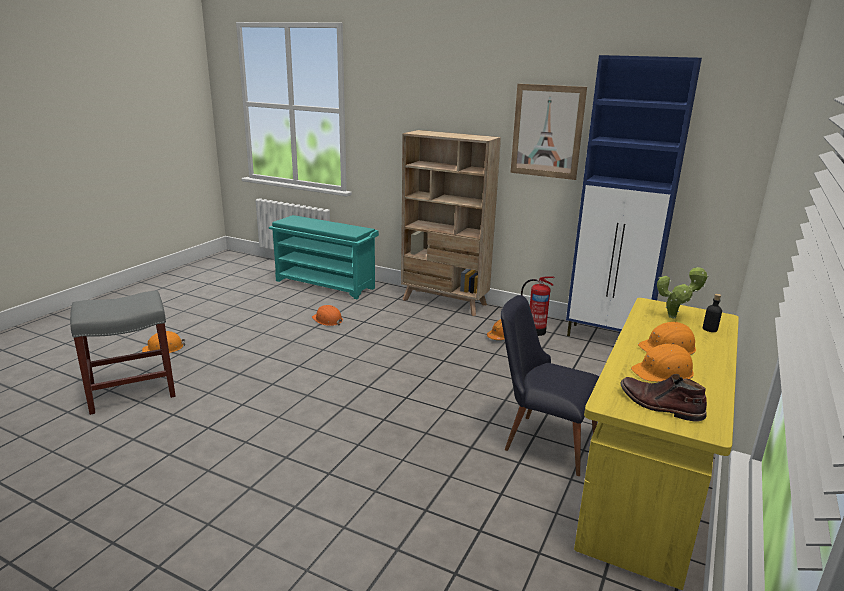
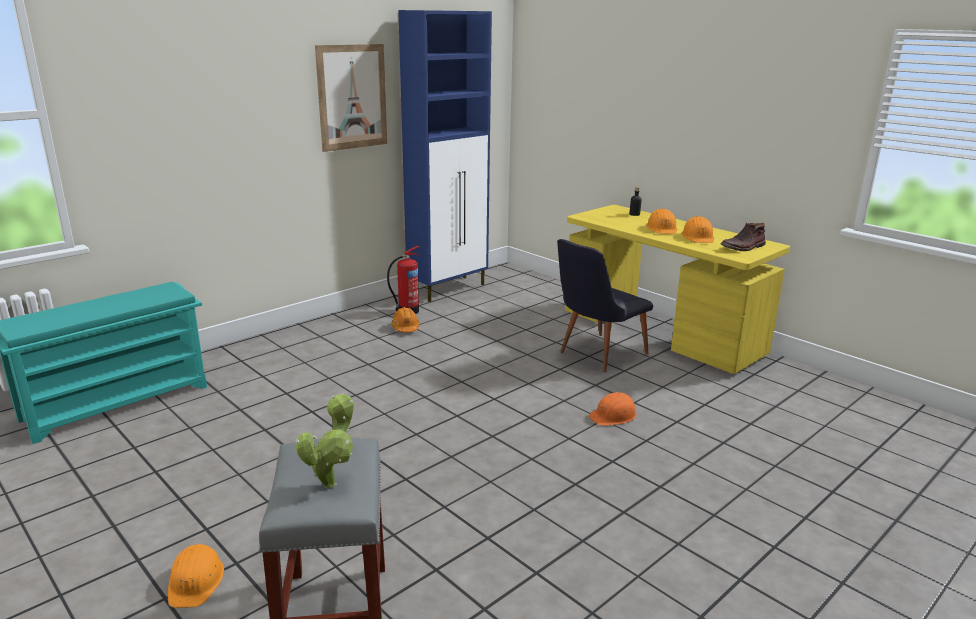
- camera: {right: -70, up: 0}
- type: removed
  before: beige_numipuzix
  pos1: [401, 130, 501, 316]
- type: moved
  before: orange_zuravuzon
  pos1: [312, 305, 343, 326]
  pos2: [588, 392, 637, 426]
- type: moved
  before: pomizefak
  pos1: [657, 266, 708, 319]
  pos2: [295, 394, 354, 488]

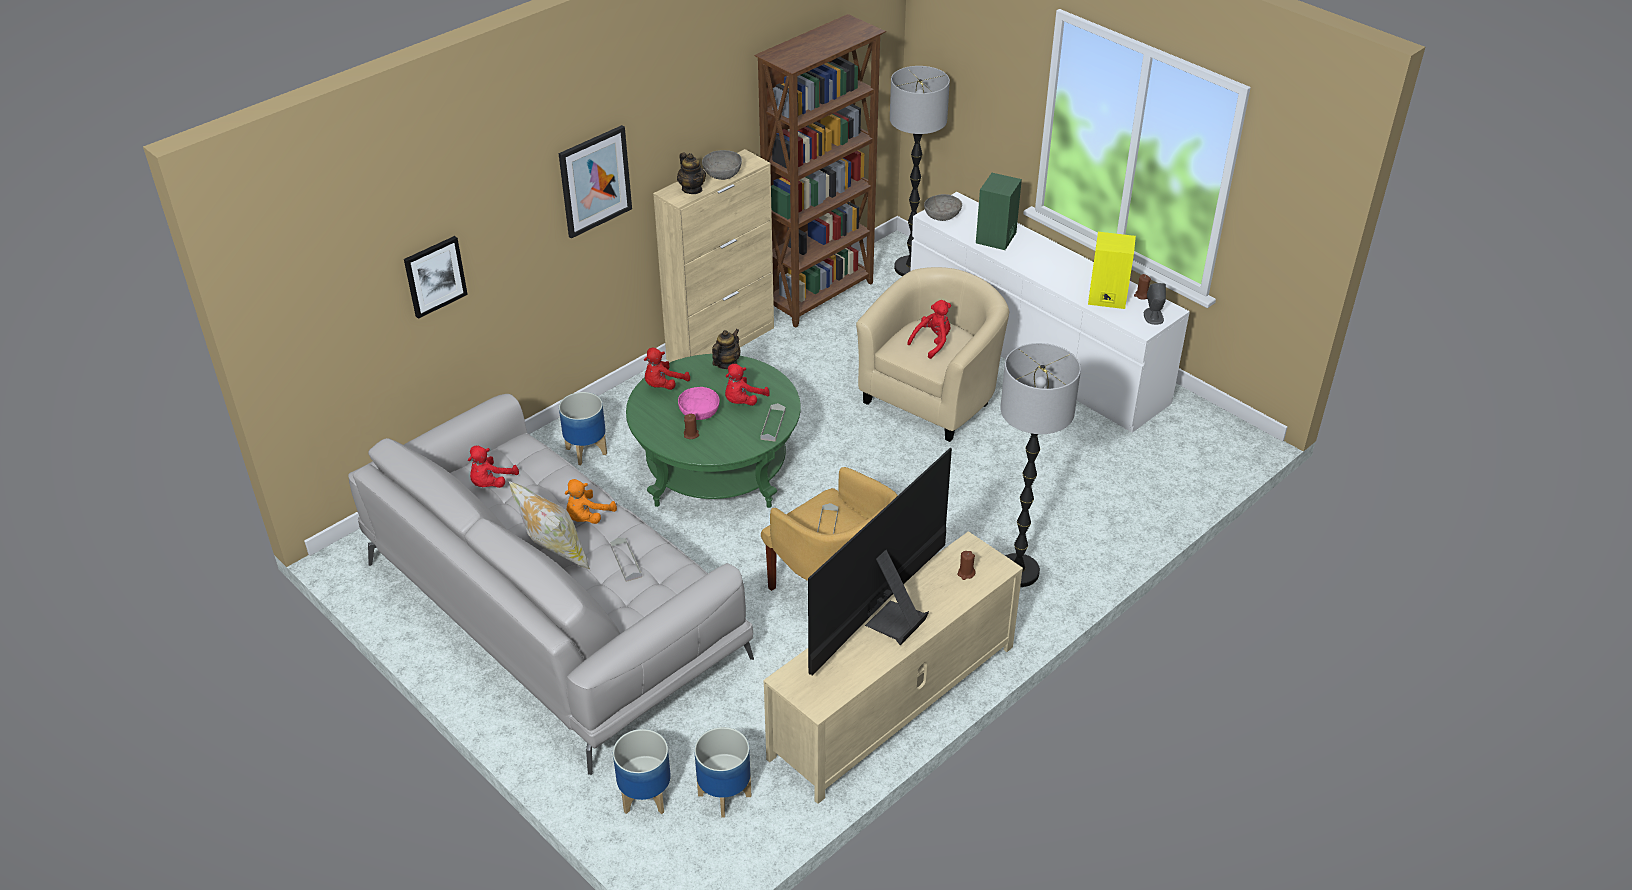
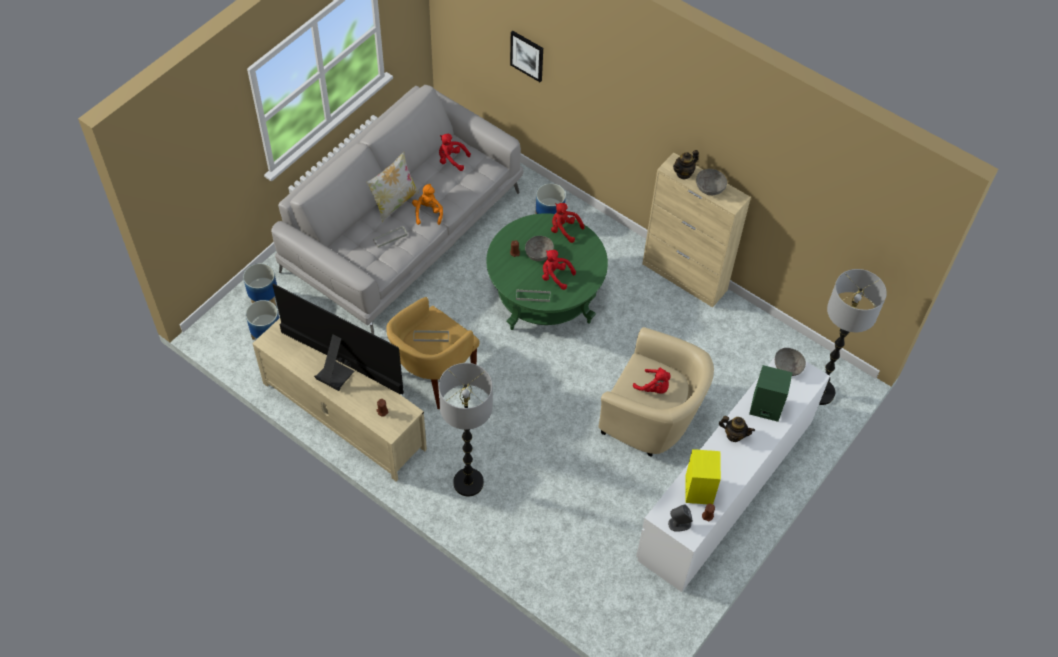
- camera: {right: 80, up: 15}
- type: removed
  before: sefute
  pos1: [559, 125, 632, 238]
- type: removed
  before: brown_numipuzix
  pos1: [754, 14, 886, 328]
- type: moved
  before: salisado
  pos1: [712, 329, 741, 369]
  pos2: [719, 416, 755, 442]
- type: recoloured
  before: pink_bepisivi
  after: grey_bepisivi
  pos1: [678, 387, 720, 420]
  pos2: [525, 236, 554, 261]
- type: turned
  before: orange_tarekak
  pos1: [564, 479, 617, 524]
  pos2: [412, 184, 443, 225]
  turn: 60

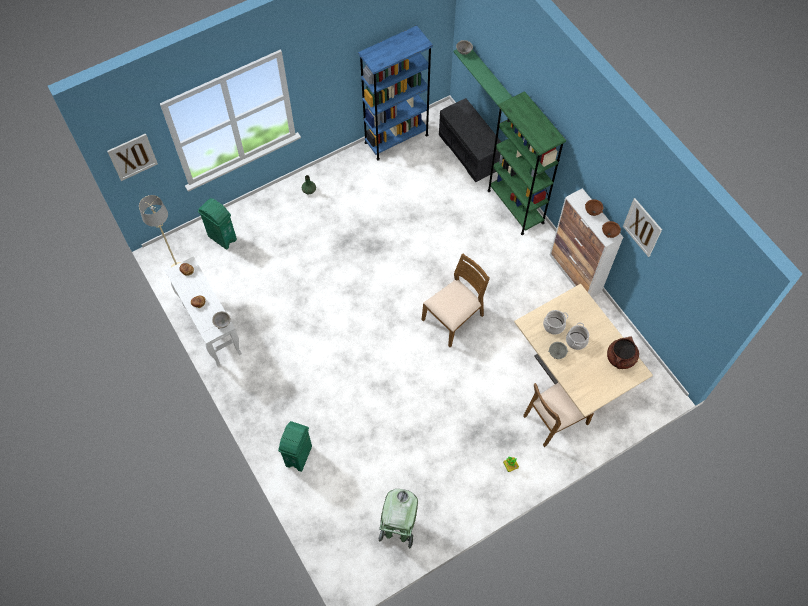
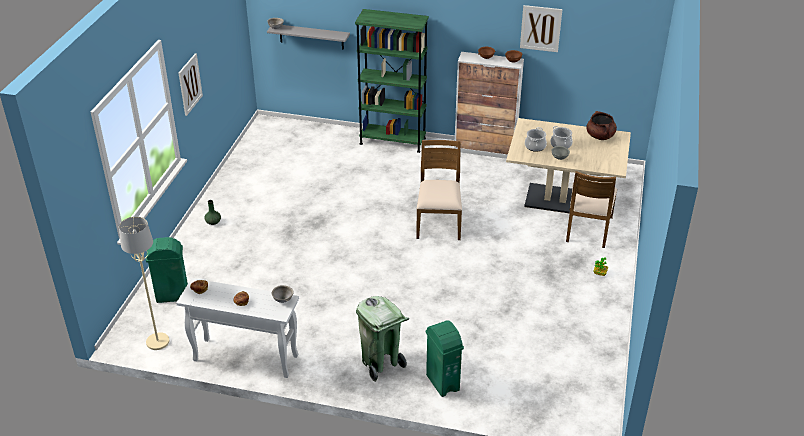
- camera: {right: -45, up: -25}
- type: removed
  before: blue_numipuzix
  pos1: [358, 25, 433, 161]
- type: removed
  before: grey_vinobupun
  pos1: [439, 98, 501, 182]
- type: moved
  before: sefute
  pos1: [107, 133, 158, 181]
  pos2: [179, 53, 203, 116]
- type: moved
  before: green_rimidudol
  pos1: [379, 489, 418, 548]
  pos2: [356, 296, 409, 382]
- type: recoloured
  before: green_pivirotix
  after: grey_pivirotix
  pos1: [454, 49, 512, 105]
  pos2: [267, 25, 350, 50]

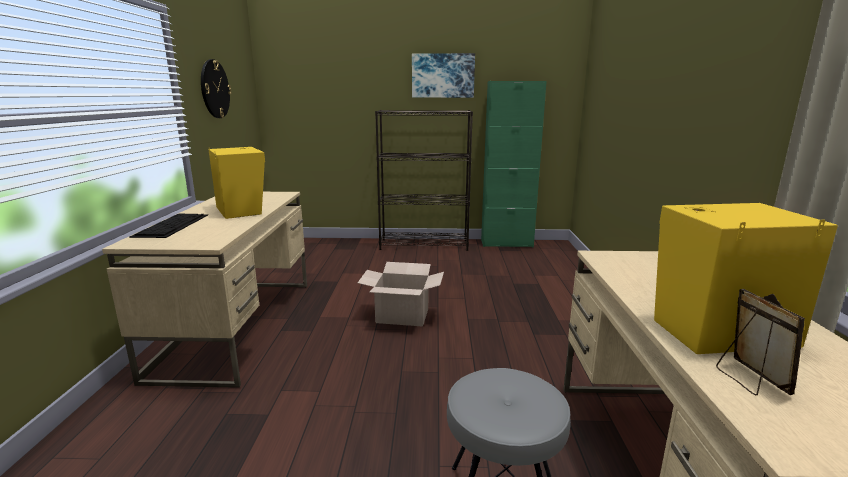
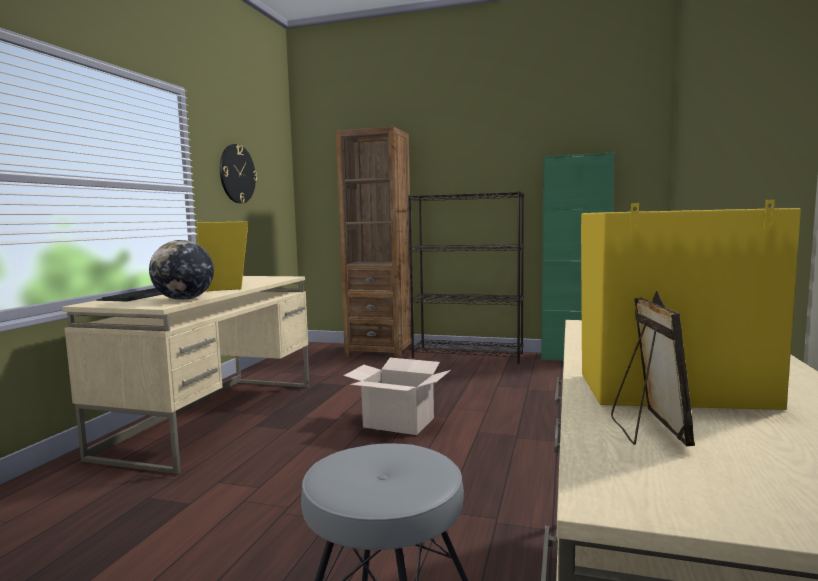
- camera: {right: 15, up: -10}
- type: removed
  before: sefute
  pos1: [412, 53, 475, 98]
- type: added
  after: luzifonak
  pos2: [149, 240, 214, 300]
- type: added
  after: brown_numipuzix
  pos2: [336, 126, 412, 358]

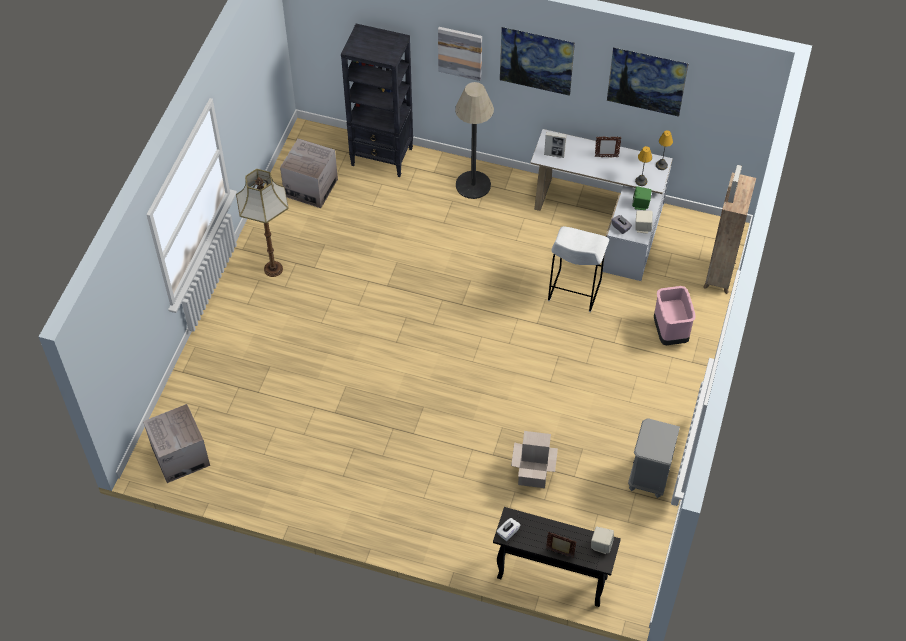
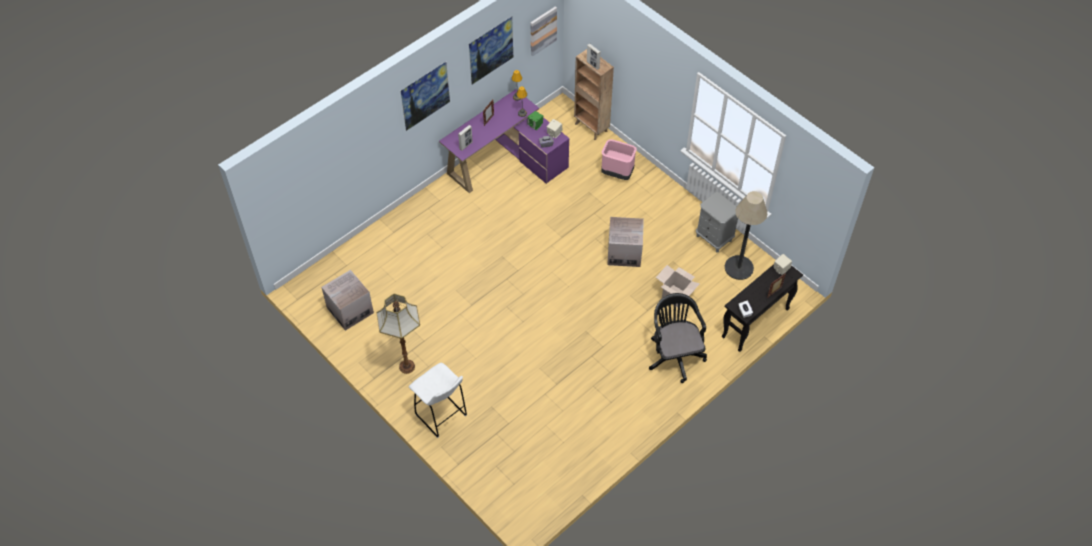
- camera: {right: -60, up: 0}
- type: removed
  before: black_numipuzix
  pos1: [341, 24, 413, 177]
- type: added
  after: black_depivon
  pos2: [649, 293, 707, 383]
- type: moved
  before: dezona
  pos1: [143, 404, 210, 483]
  pos2: [607, 217, 644, 267]
- type: moved
  before: sefute
  pos1: [438, 27, 482, 81]
  pos2: [531, 6, 557, 56]
- type: moved
  before: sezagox
  pos1: [455, 82, 494, 199]
  pos2: [725, 191, 768, 280]
- type: moved
  before: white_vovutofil
  pos1: [548, 226, 609, 312]
  pos2: [409, 363, 467, 438]
- type: recoloured
  before: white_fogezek
  after: purple_fogezek
  pos1: [530, 129, 673, 281]
  pos2: [439, 89, 570, 193]

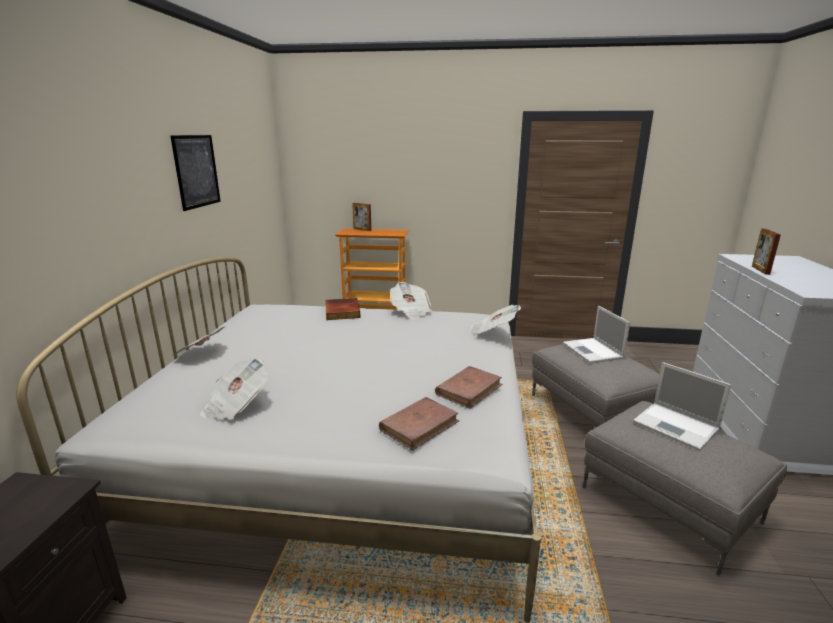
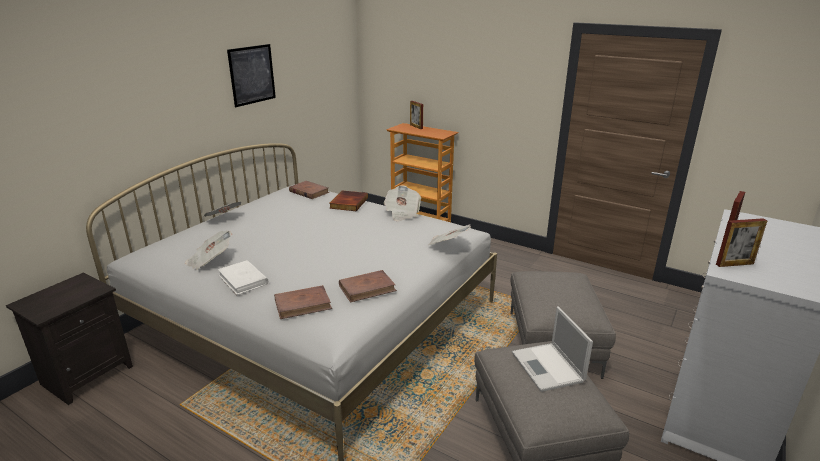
- camera: {right: 25, up: 5}
- type: removed
  before: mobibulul
  pos1: [563, 306, 630, 363]
- type: added
  after: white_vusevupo
  pos2: [218, 260, 268, 295]
- type: added
  after: brown_vusevupo
  pos2: [289, 181, 329, 199]
- type: added
  after: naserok
  pos2: [716, 218, 767, 267]

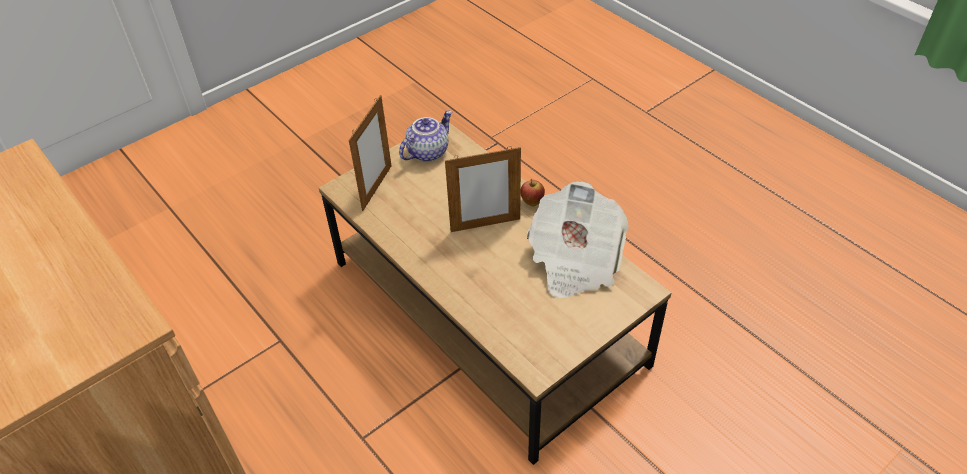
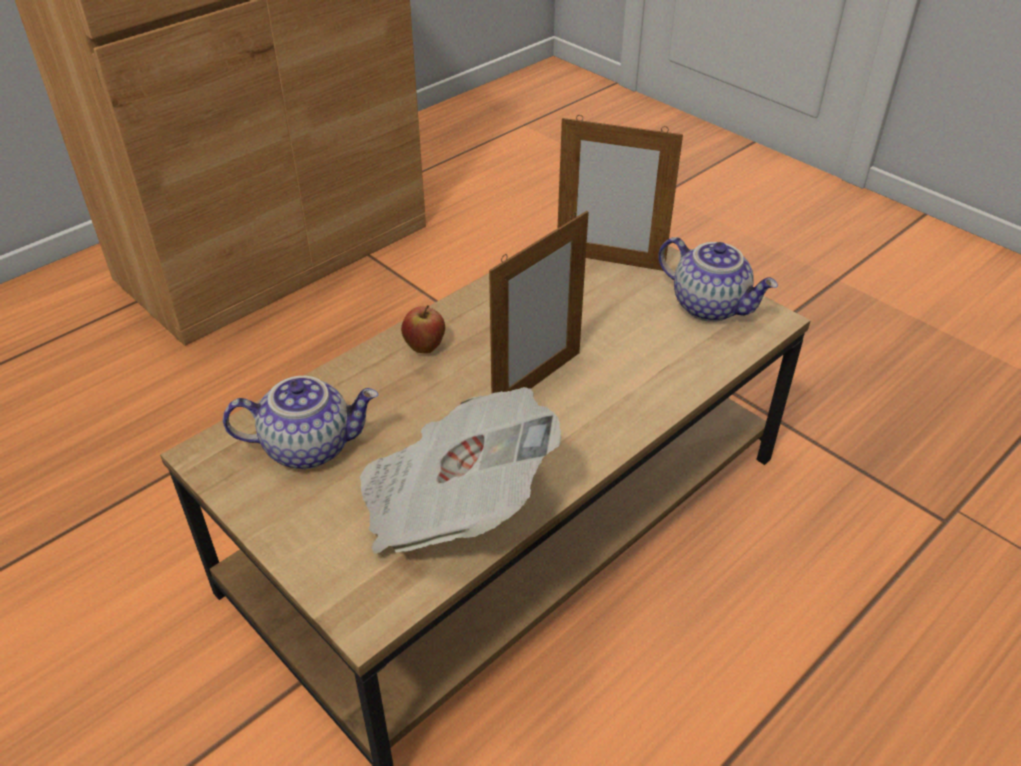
- camera: {right: 85, up: -5}
- type: added
  after: salisado
  pos2: [223, 376, 379, 469]
- type: moved
  before: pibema
  pos1: [521, 179, 545, 206]
  pos2: [401, 305, 445, 353]
- type: turned
  before: naserok
  pos1: [445, 146, 521, 232]
  pos2: [489, 211, 589, 394]
  turn: -120

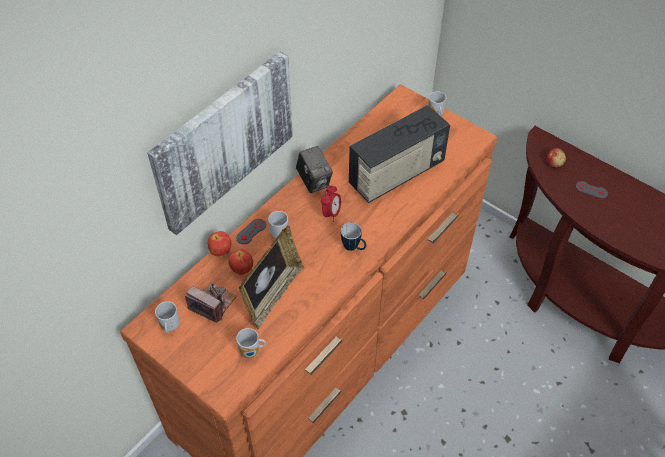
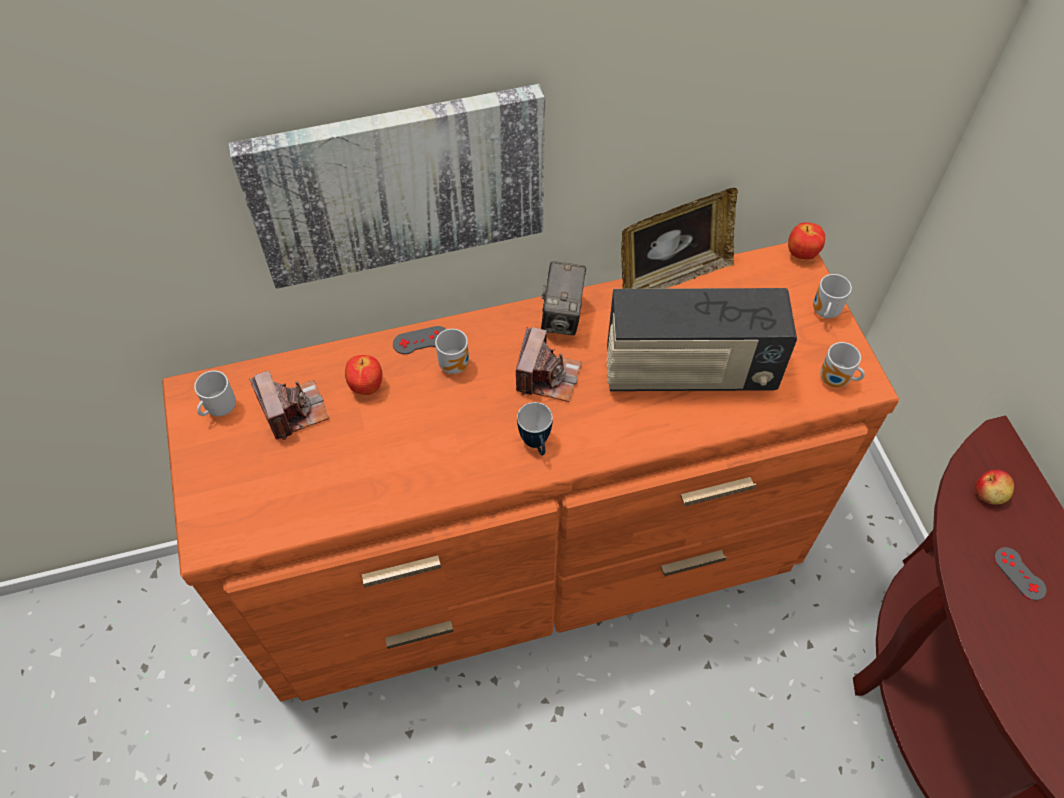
- camera: {right: 35, up: 5}
- type: moved
  before: pibema
  pos1: [208, 231, 232, 256]
  pos2: [788, 222, 825, 260]
- type: moved
  before: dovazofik
  pos1: [236, 328, 266, 358]
  pos2: [820, 342, 865, 388]
- type: moved
  before: naserok
  pos1: [239, 226, 304, 330]
  pos2: [621, 188, 738, 289]
- type: replaced
  before: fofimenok
  after: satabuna
  pos1: [321, 185, 341, 222]
  pos2: [516, 326, 581, 402]

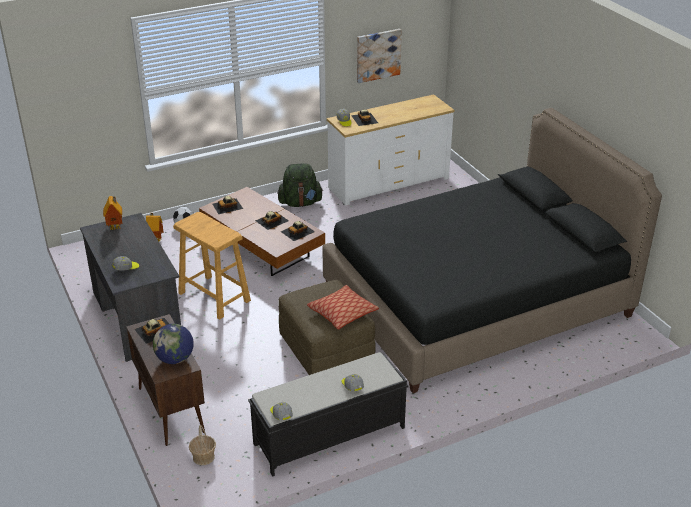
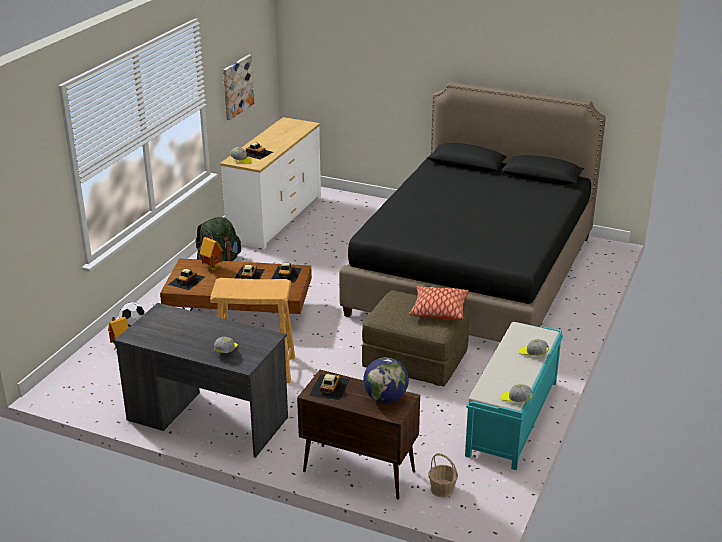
- camera: {right: -40, up: -5}
- type: moved
  before: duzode
  pos1: [103, 196, 122, 230]
  pos2: [200, 236, 223, 271]
- type: recoloured
  before: black_vinobupun
  after: turquoise_vinobupun
  pos1: [248, 352, 408, 477]
  pos2: [465, 322, 563, 470]

